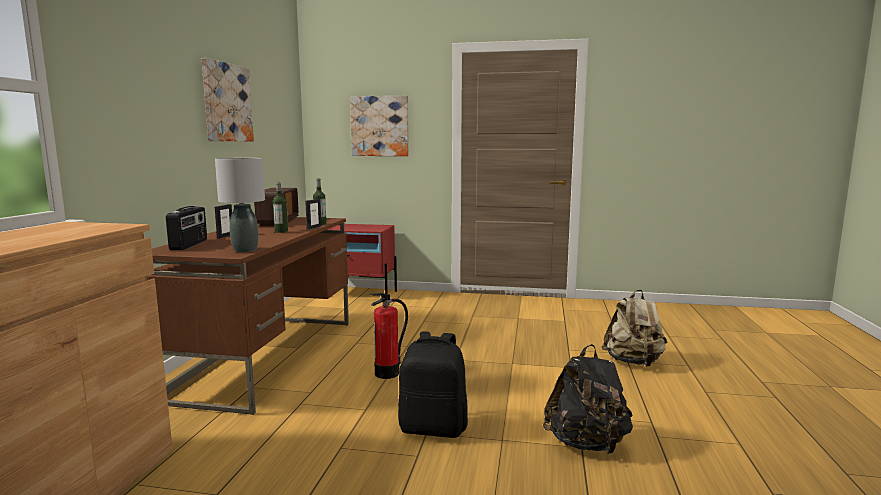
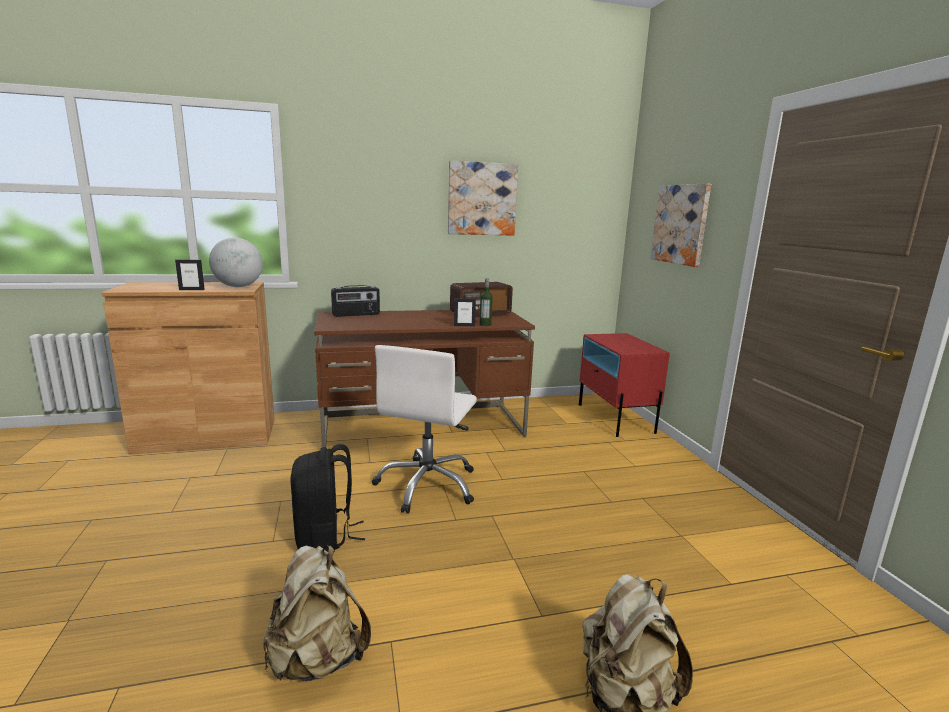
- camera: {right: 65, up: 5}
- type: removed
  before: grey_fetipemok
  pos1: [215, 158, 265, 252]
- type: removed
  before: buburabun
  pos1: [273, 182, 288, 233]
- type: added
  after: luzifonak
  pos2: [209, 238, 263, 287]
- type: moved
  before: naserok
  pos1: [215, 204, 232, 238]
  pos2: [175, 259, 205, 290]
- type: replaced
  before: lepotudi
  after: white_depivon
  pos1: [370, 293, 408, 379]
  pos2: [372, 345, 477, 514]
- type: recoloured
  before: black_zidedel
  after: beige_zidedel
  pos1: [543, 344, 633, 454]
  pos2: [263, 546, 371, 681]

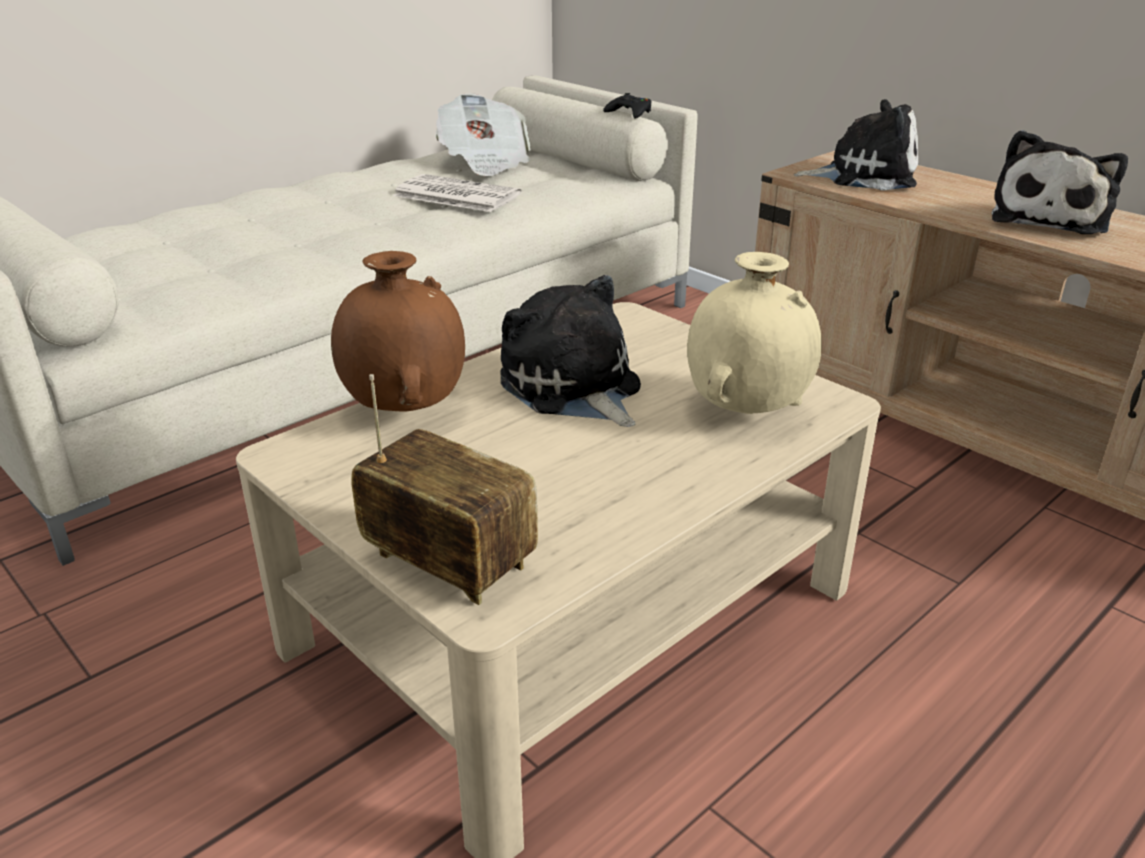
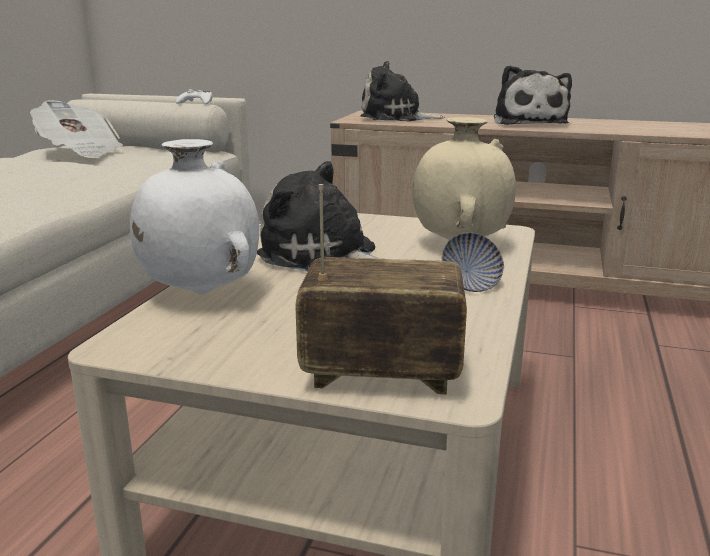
- camera: {right: -30, up: -10}
- type: removed
  before: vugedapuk
  pos1: [393, 174, 522, 212]
- type: added
  after: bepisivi
  pos2: [442, 232, 504, 292]
- type: recoloured
  before: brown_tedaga
  after: white_tedaga
  pos1: [331, 251, 465, 412]
  pos2: [130, 139, 259, 295]
- type: recoloured
  before: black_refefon
  after: white_refefon
  pos1: [603, 93, 651, 119]
  pos2: [176, 89, 212, 104]
- type: turned
  before: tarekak
  pos1: [794, 99, 918, 191]
  pos2: [360, 61, 445, 121]
  turn: -150

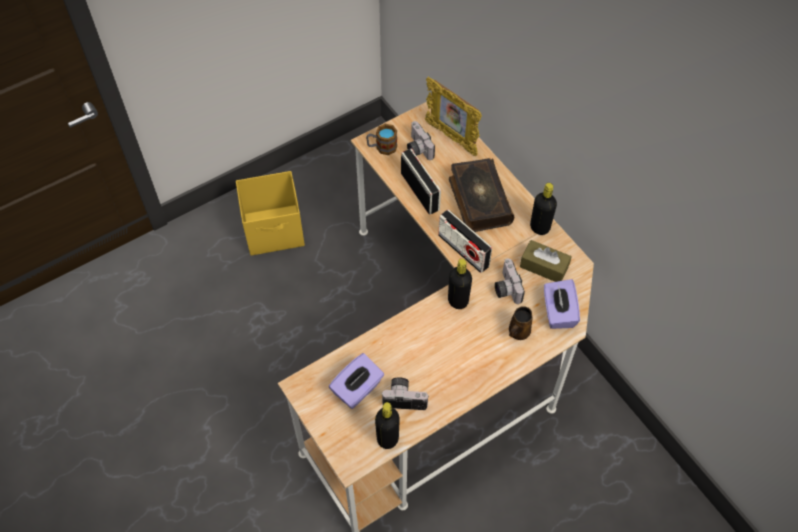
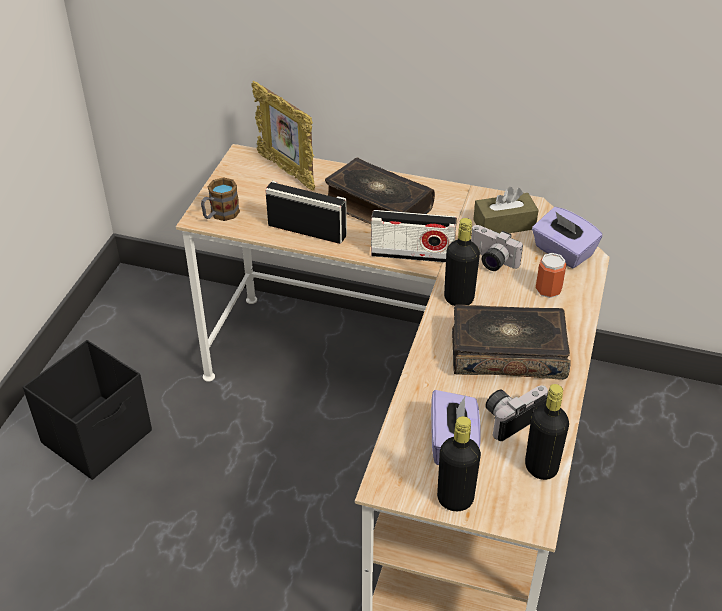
- camera: {right: -40, up: -15}
- type: removed
  before: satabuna
  pos1: [407, 121, 435, 160]
- type: added
  after: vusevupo
  pos2: [452, 305, 571, 380]
- type: moved
  before: black_buburabun
  pos1: [530, 183, 557, 235]
  pos2: [437, 416, 481, 511]
- type: replaced
  before: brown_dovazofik
  after: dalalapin
  pos1: [509, 306, 532, 340]
  pos2: [536, 253, 567, 298]
- type: recoloured
  before: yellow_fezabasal
  after: black_fezabasal
  pos1: [236, 171, 305, 256]
  pos2: [23, 340, 152, 480]
- type: turned
  before: naserok
  pos1: [425, 77, 482, 156]
  pos2: [251, 81, 315, 191]
  turn: 45

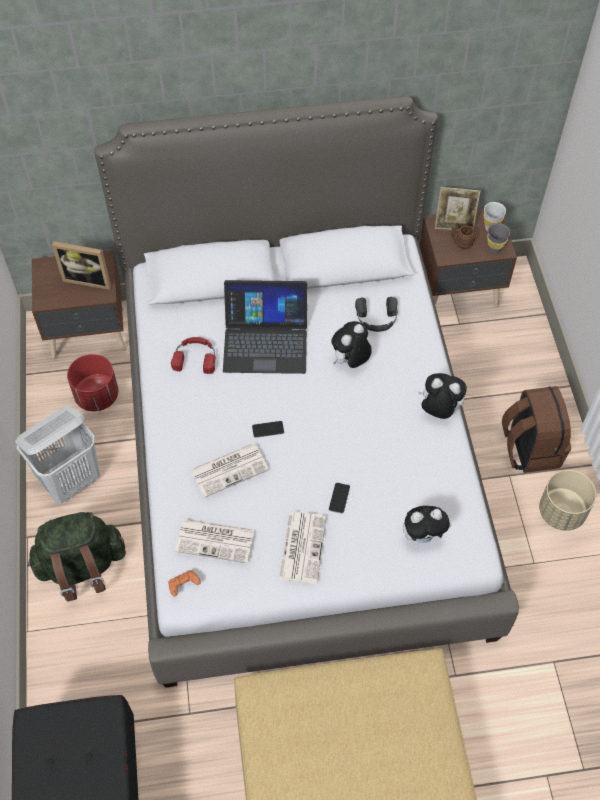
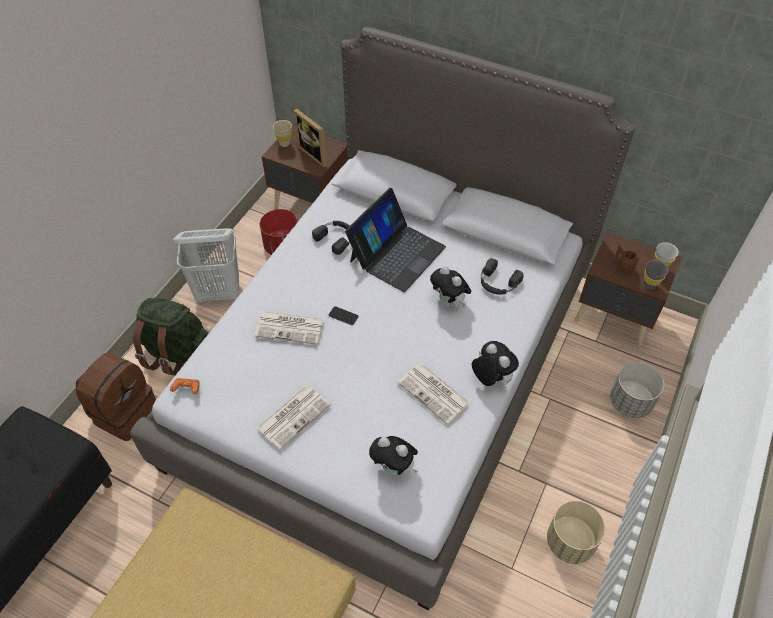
- camera: {right: 35, up: -5}
- type: removed
  before: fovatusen
  pos1: [329, 483, 350, 513]
- type: removed
  before: naserok
  pos1: [435, 187, 480, 230]
- type: added
  after: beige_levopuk
  pos2: [273, 120, 292, 147]
- type: added
  after: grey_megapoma
  pos2: [610, 362, 664, 418]
- type: moved
  before: vugedapuk
  pos1: [175, 518, 255, 563]
  pos2: [398, 363, 470, 424]
- type: moved
  before: brown_zidedel
  pos1: [502, 386, 571, 473]
  pos2: [76, 352, 156, 441]
- type: recoloured
  before: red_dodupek
  after: black_dodupek
  pos1: [171, 337, 216, 374]
  pos2: [312, 221, 350, 255]
- type: turned
  before: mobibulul
  pos1: [223, 280, 307, 374]
  pos2: [345, 188, 446, 292]
  turn: -90
- type: turned
  before: tarekak
  pos1: [331, 321, 372, 368]
  pos2: [430, 266, 471, 307]
  turn: -120

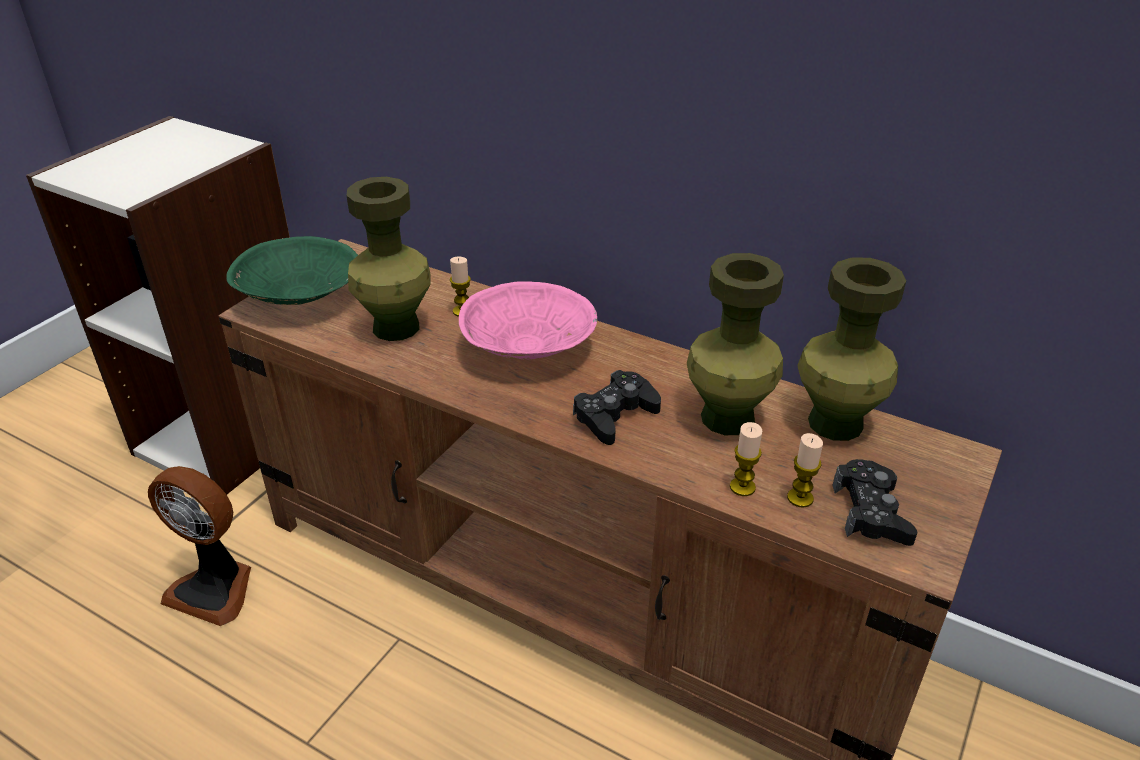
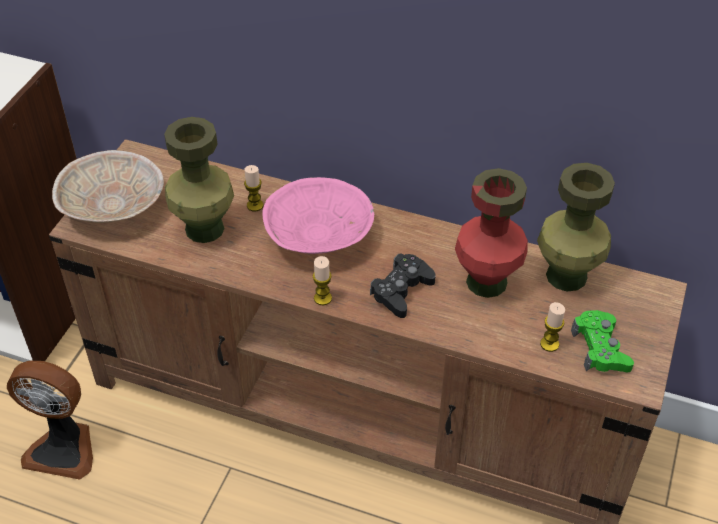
- camera: {right: -10, up: 10}
- type: moved
  before: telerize
  pos1: [730, 422, 762, 496]
  pos2: [313, 256, 332, 305]
- type: recoloured
  before: green_bepisivi
  after: beige_bepisivi
  pos1: [226, 236, 358, 305]
  pos2: [52, 150, 164, 223]
- type: recoloured
  before: green_tedaga
  after: red_tedaga
  pos1: [687, 253, 784, 435]
  pos2: [455, 168, 528, 298]
- type: recoloured
  before: black_refefon
  after: green_refefon
  pos1: [832, 459, 917, 546]
  pos2: [571, 310, 634, 372]

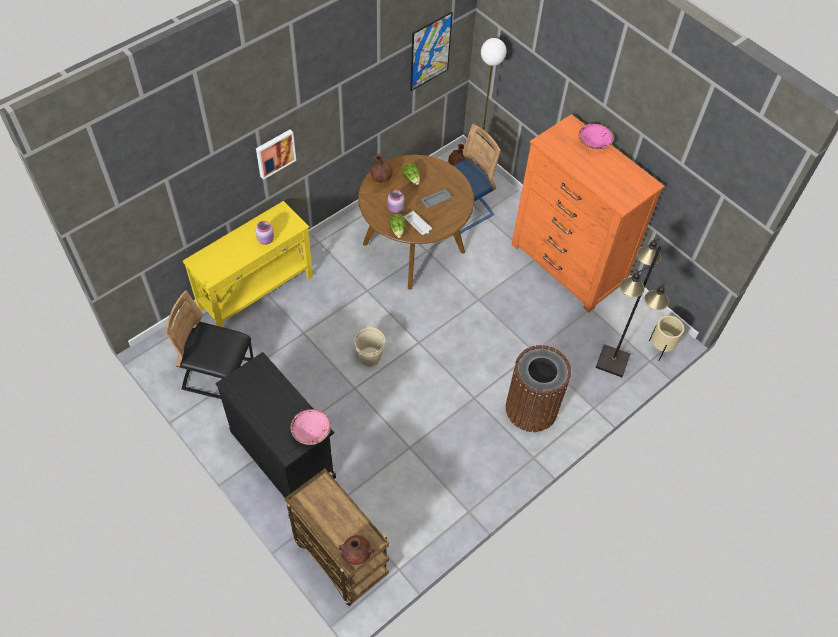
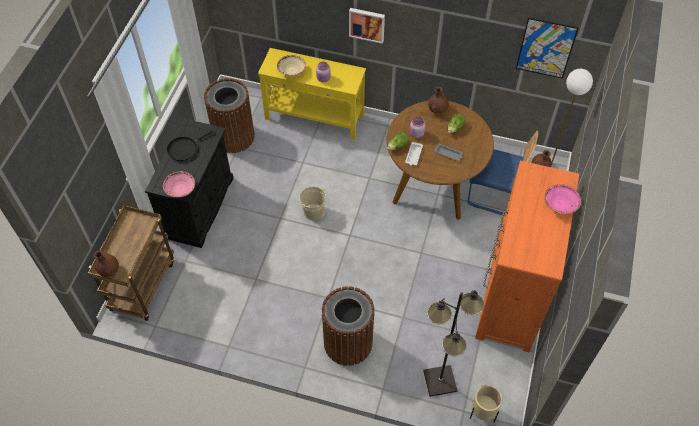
- camera: {right: 60, up: 0}
- type: added
  after: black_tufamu
  pos2: [167, 130, 214, 161]
- type: added
  after: beige_bepisivi
  pos2: [277, 55, 306, 76]
- type: replaced
  before: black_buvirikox
  after: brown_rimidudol
  pos1: [165, 290, 253, 399]
  pos2: [204, 78, 255, 153]

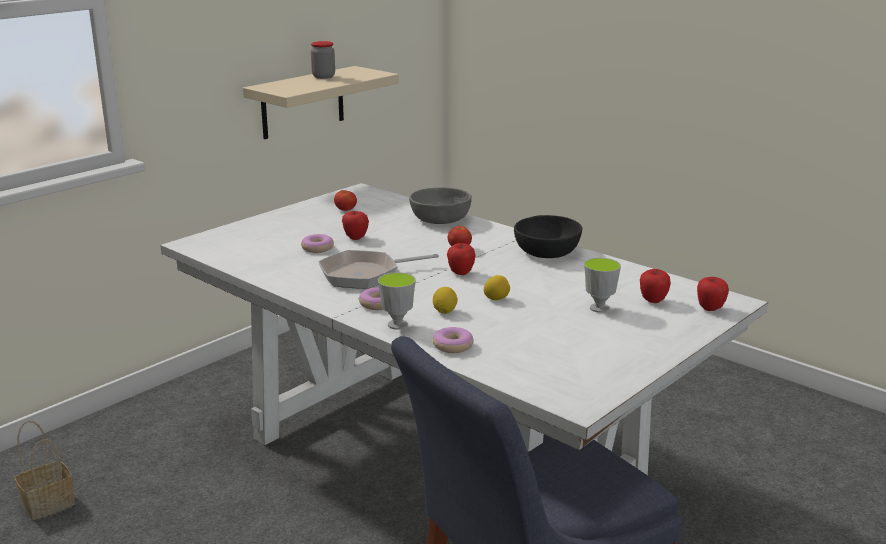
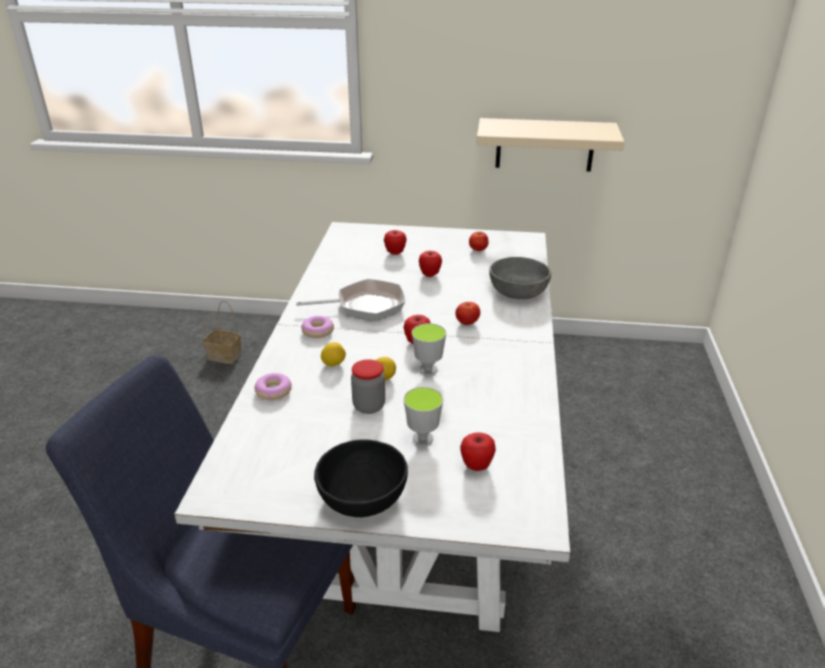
- camera: {right: 55, up: 10}
- type: removed
  before: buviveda
  pos1: [301, 234, 334, 253]
- type: moved
  before: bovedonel
  pos1: [311, 41, 335, 79]
  pos2: [351, 359, 385, 414]
- type: moved
  before: levopuk
  pos1: [378, 272, 416, 330]
  pos2: [412, 323, 446, 375]
- type: moved
  before: black_bepisivi
  pos1: [514, 215, 582, 258]
  pos2: [314, 439, 408, 517]
- type: moved
  before: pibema
  pos1: [697, 277, 729, 311]
  pos2: [384, 230, 407, 255]
- type: turned
  before: tufamu
  pos1: [319, 250, 439, 289]
  pos2: [296, 279, 405, 321]
  turn: 135

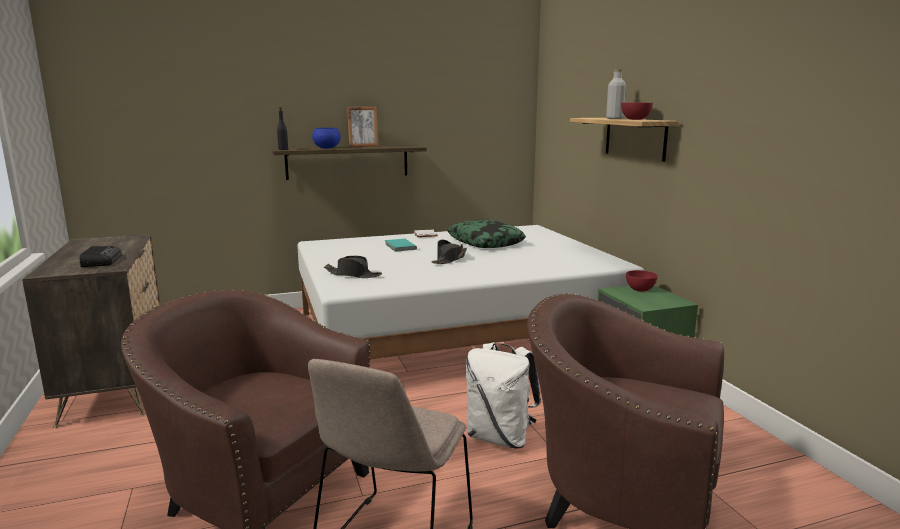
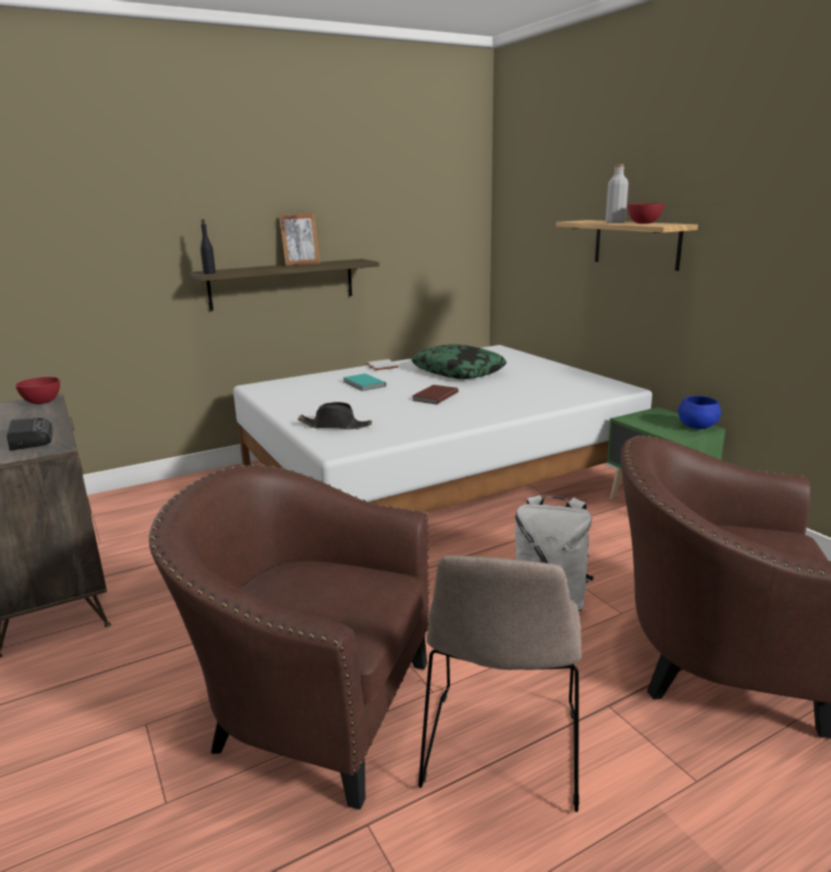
- camera: {right: -10, up: 5}
- type: moved
  before: blue_bepisivi
  pos1: [312, 128, 341, 148]
  pos2: [678, 396, 721, 429]
- type: moved
  before: red_bepisivi
  pos1: [626, 270, 658, 291]
  pos2: [16, 377, 60, 404]
- type: replaced
  before: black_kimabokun
  after: brown_vusevupo
  pos1: [432, 240, 467, 264]
  pos2: [412, 385, 458, 404]

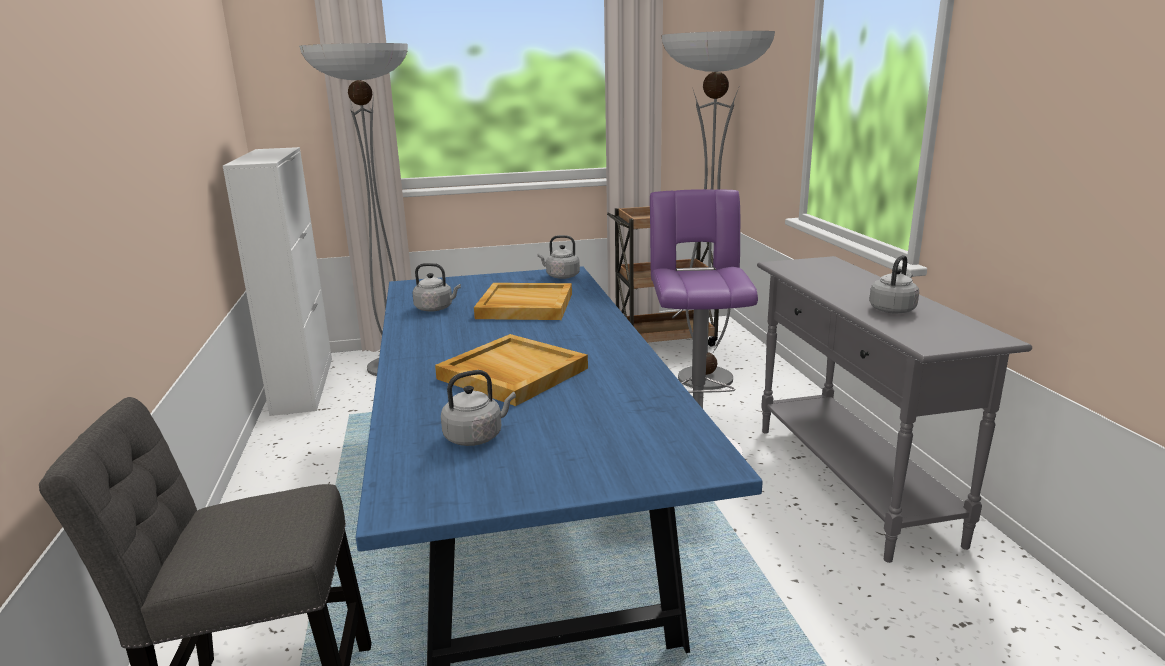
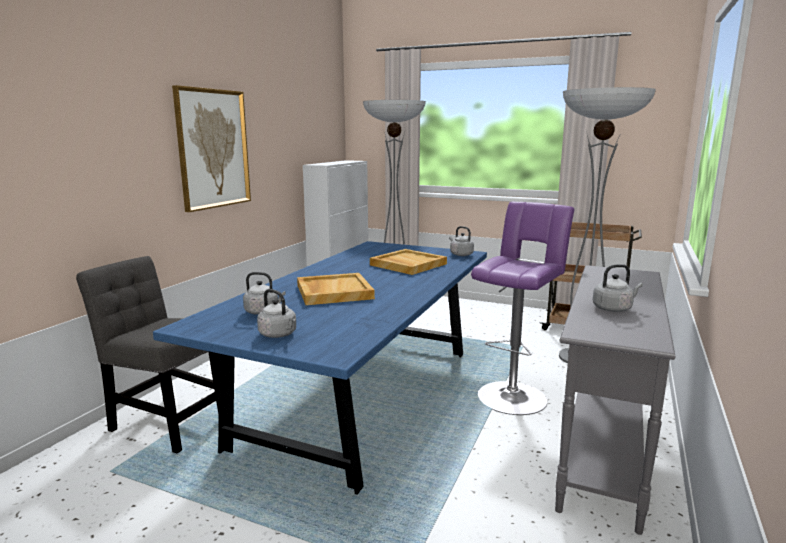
- camera: {right: 35, up: -5}
- type: added
  after: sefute
  pos2: [172, 85, 251, 212]
- type: moved
  before: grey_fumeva
  pos1: [412, 263, 461, 312]
  pos2: [257, 289, 296, 338]

